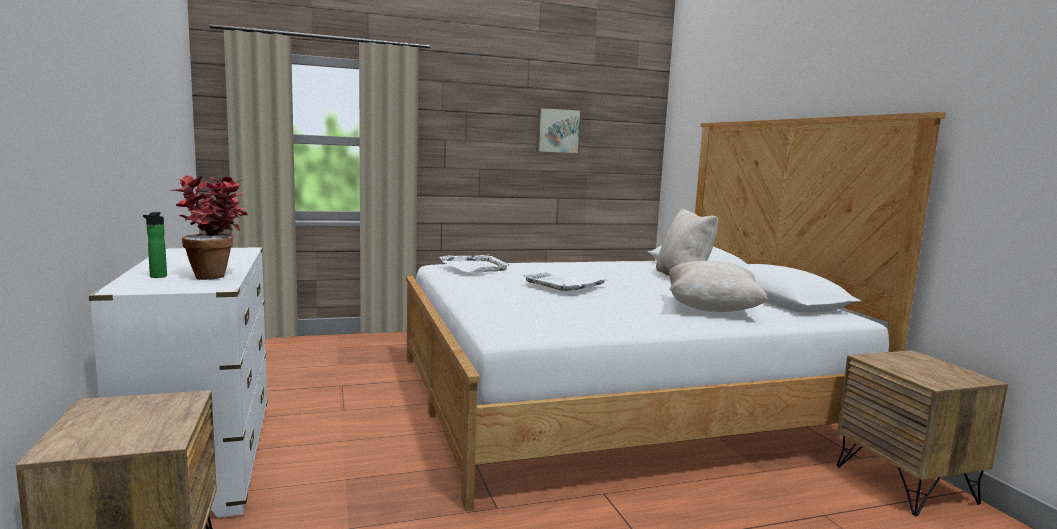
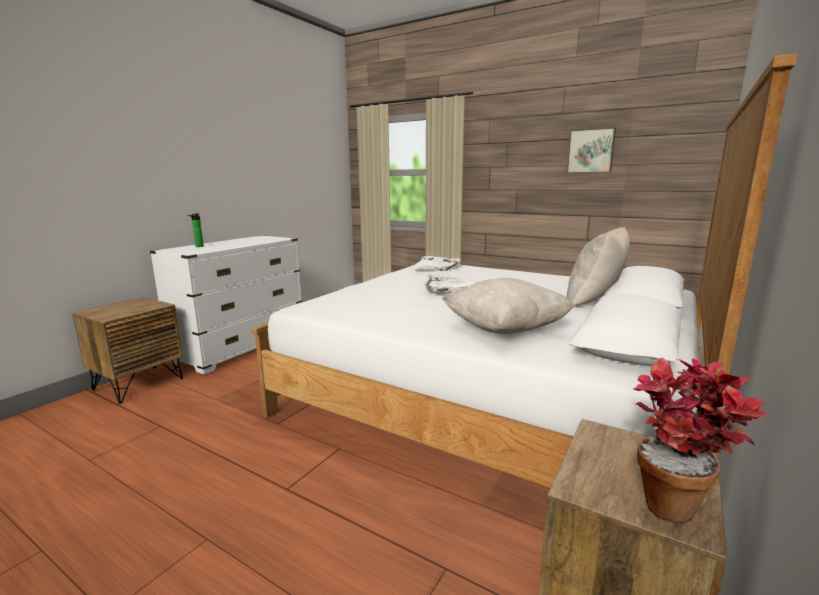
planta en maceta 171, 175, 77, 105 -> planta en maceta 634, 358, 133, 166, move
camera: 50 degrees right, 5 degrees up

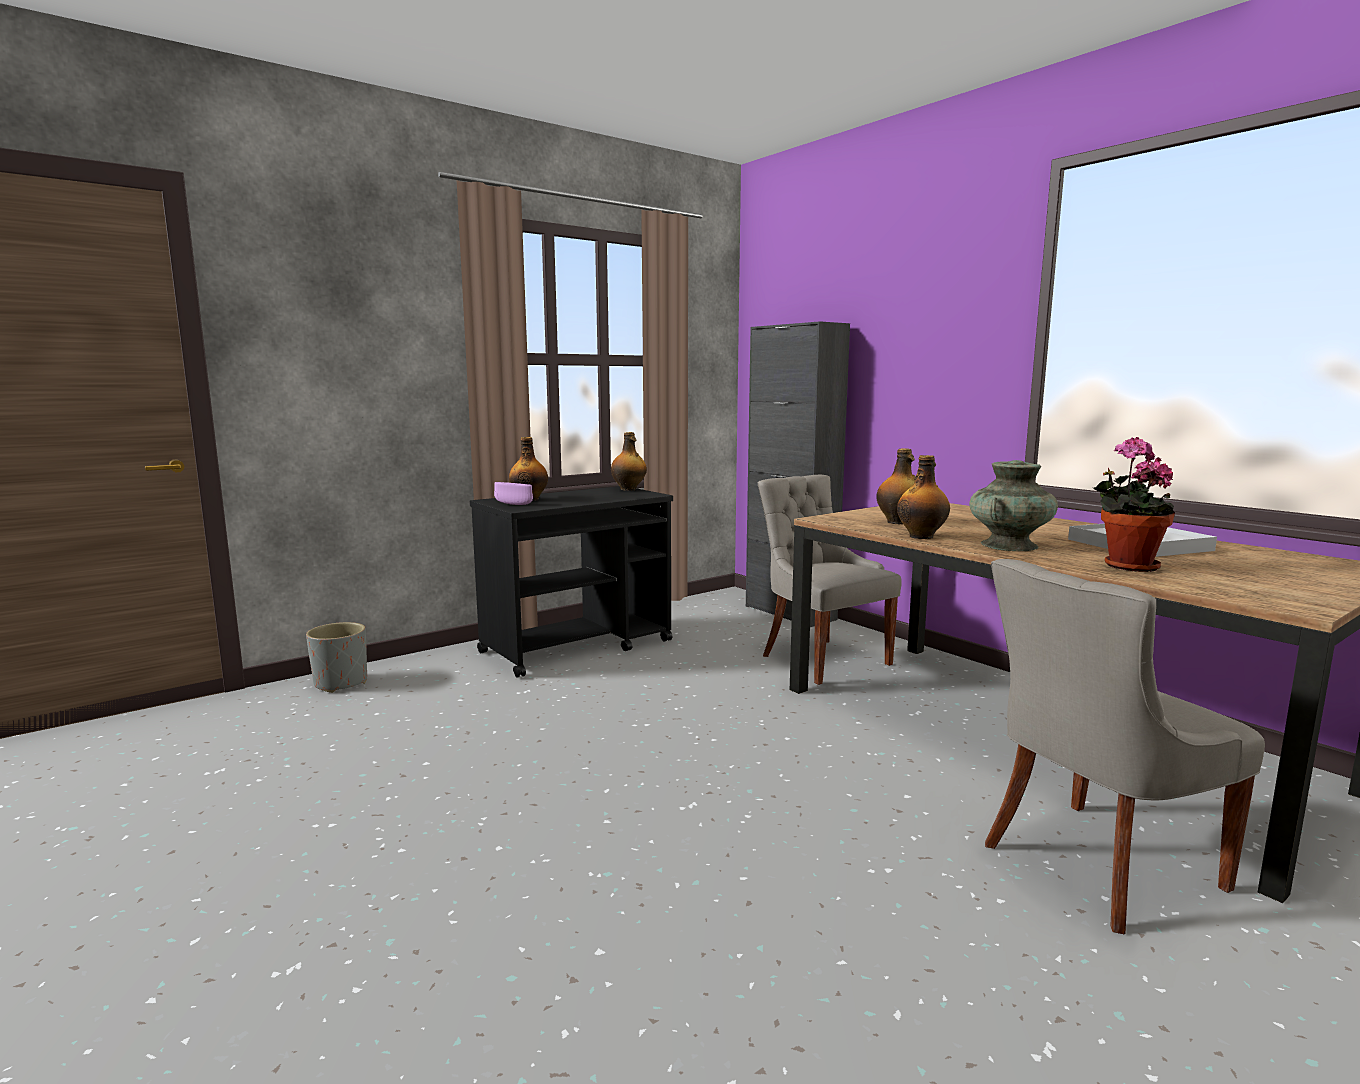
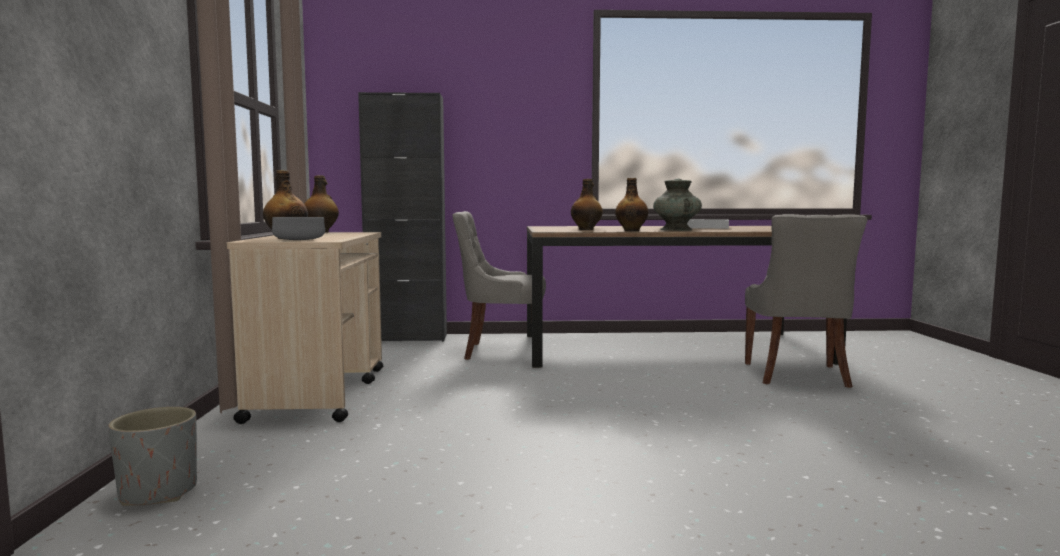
planta en maceta 1093, 437, 82, 135 -> none
cuenco [morado] 494, 482, 39, 23 -> cuenco [gris] 272, 217, 53, 23
carrito [negro] 470, 486, 203, 192 -> carrito [beis] 227, 232, 156, 192
camera: 55 degrees left, 5 degrees down

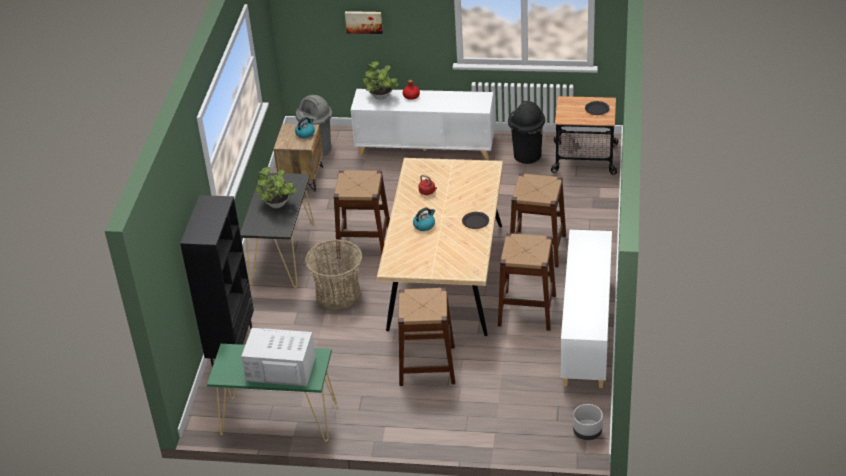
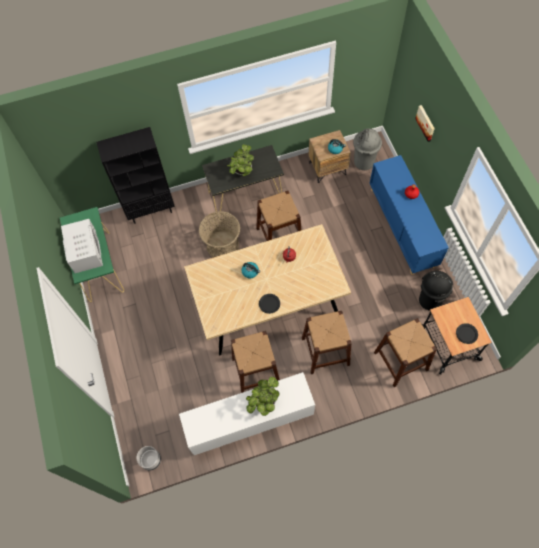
planta en maceta 363, 61, 35, 39 -> planta en maceta 246, 377, 34, 39, move
armario [blanco] 351, 89, 143, 70 -> armario [azul] 370, 155, 79, 120
taburete [marrón] 398, 288, 57, 98 -> taburete [marrón] 374, 318, 63, 69, move
camera: 65 degrees right, 25 degrees up

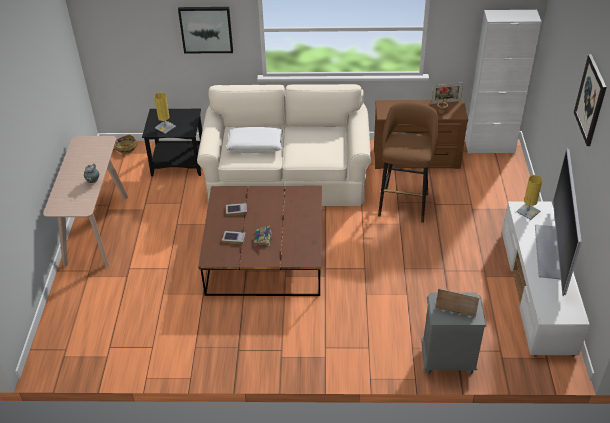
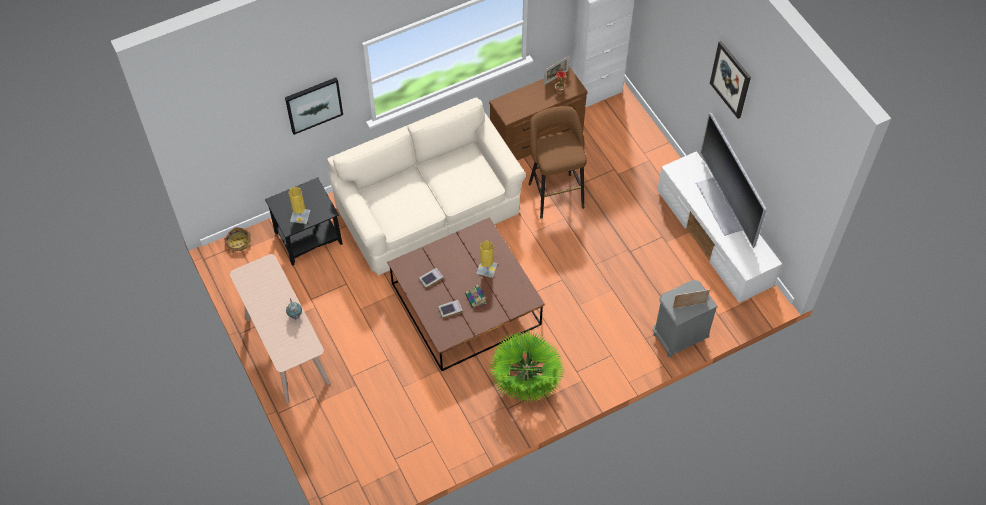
cojín [blanco] 225, 127, 58, 26 -> none
lámpara de mesa [amarillo] 516, 175, 27, 45 -> lámpara de mesa [amarillo] 476, 241, 21, 37, move
none -> planta en maceta 489, 331, 76, 71
camera: 30 degrees left, 15 degrees up

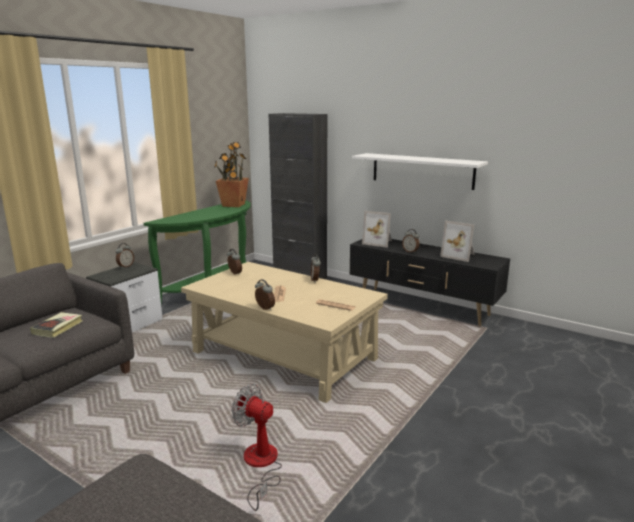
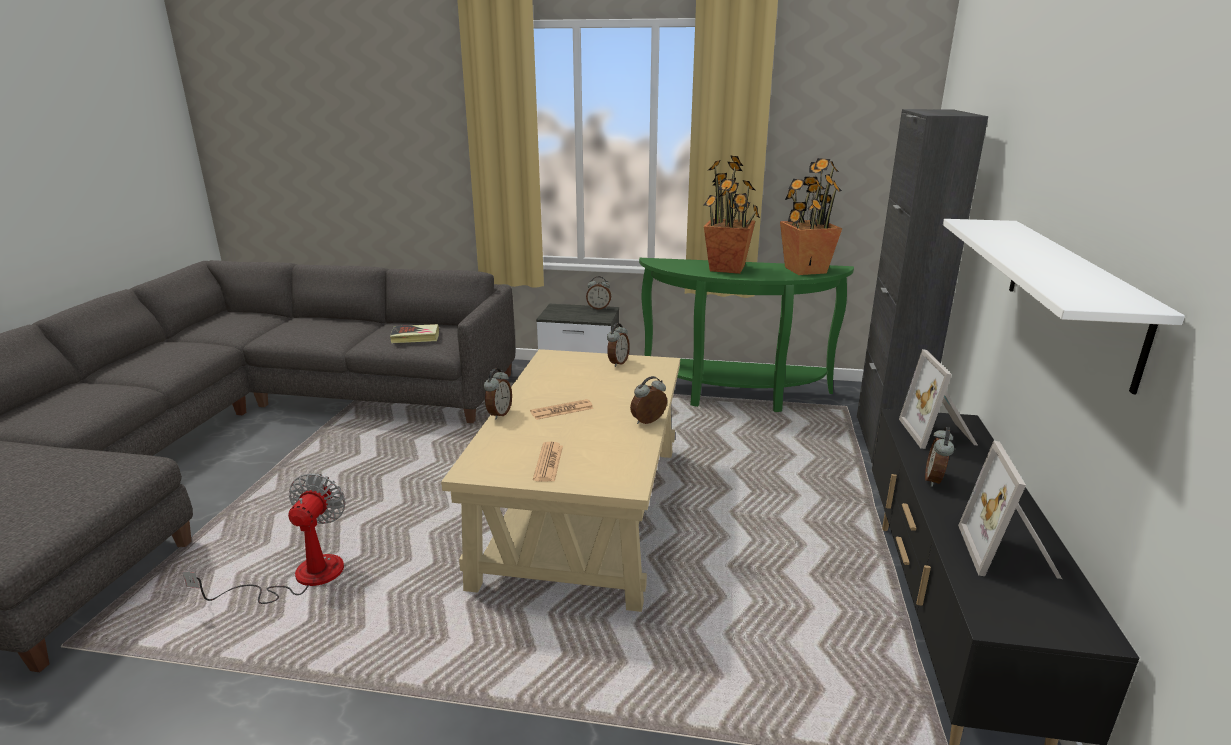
none -> planta en maceta 704, 155, 56, 119
camera: 65 degrees right, 5 degrees up

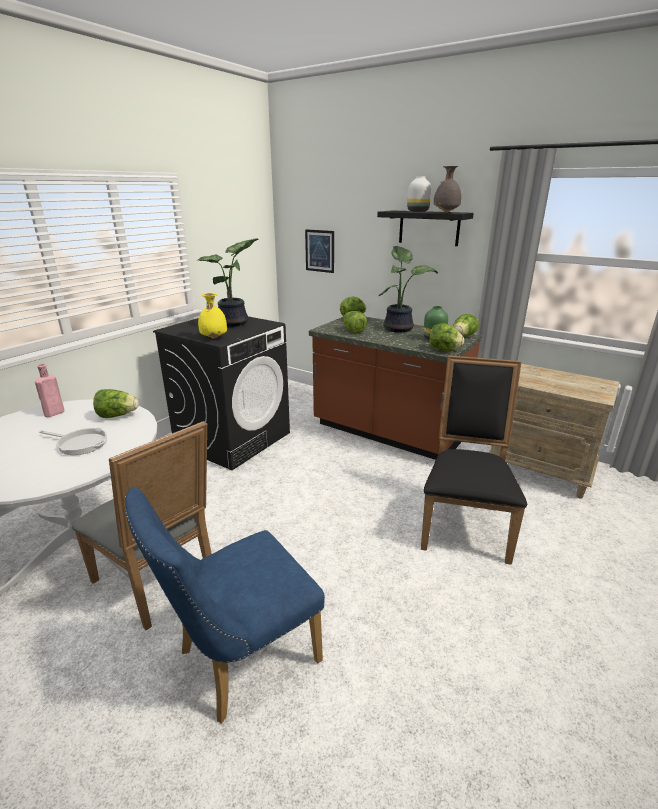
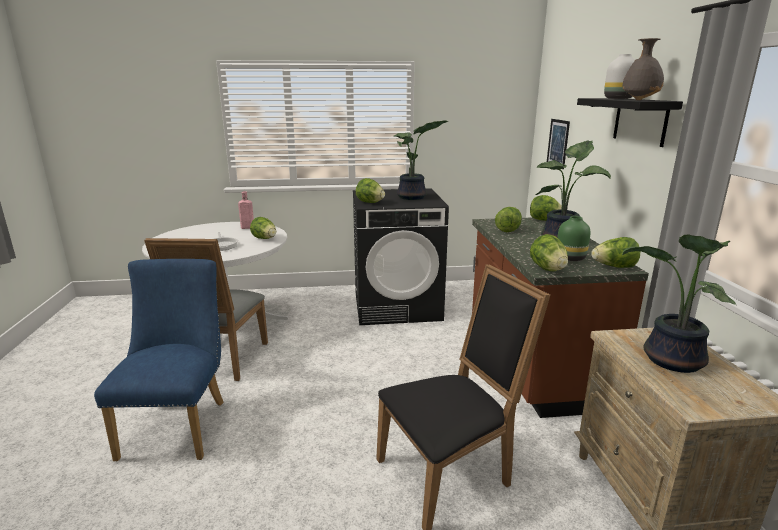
florero [amarillo] 198, 293, 29, 46 -> lechuga 355, 178, 30, 25
silla [azul] 125, 487, 200, 237 -> silla [azul] 94, 259, 130, 202, 75 degrees clockwise
none -> planta en maceta 622, 235, 114, 138
camera: 50 degrees right, 5 degrees down

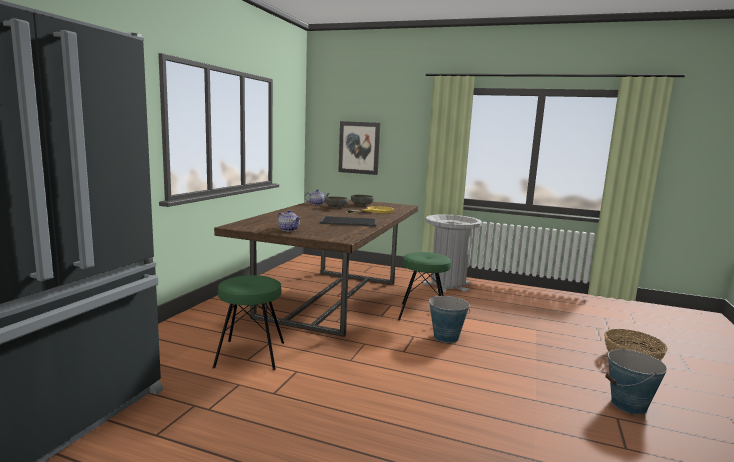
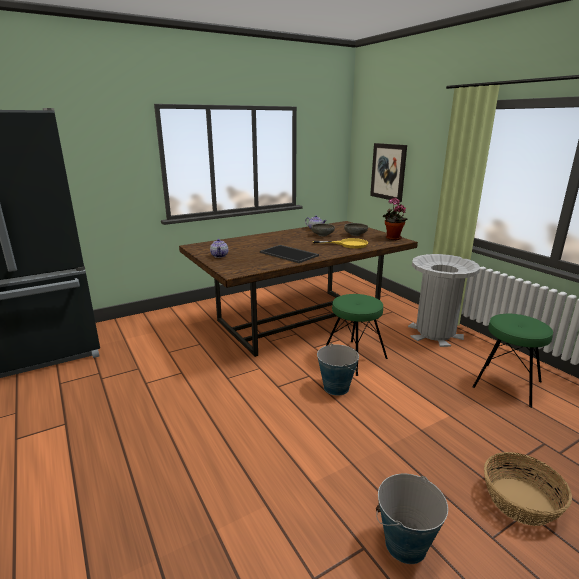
taburete [verde] 212, 275, 72, 95 -> taburete [verde] 472, 314, 81, 94, move
none -> planta en maceta 383, 198, 25, 42
camera: 40 degrees right, 10 degrees up

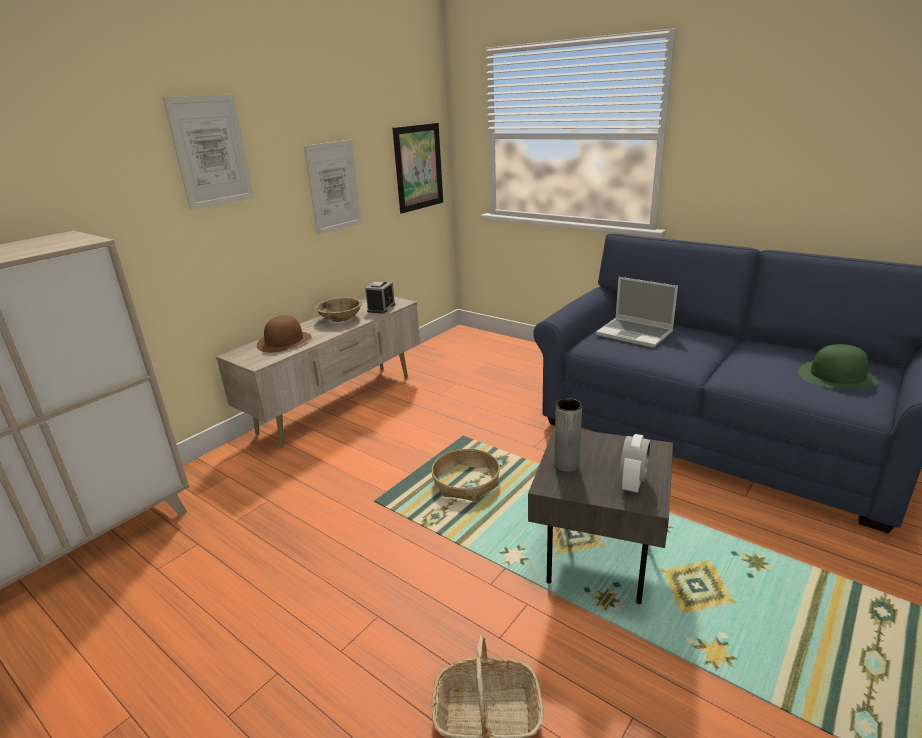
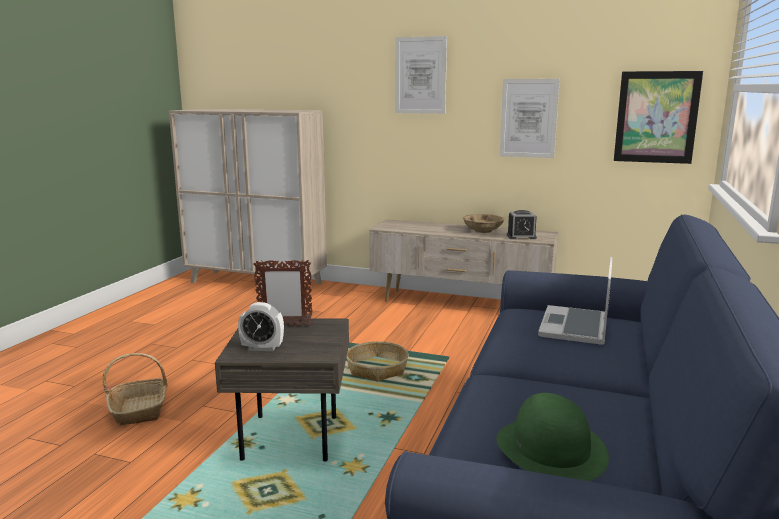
sombrero [marrón] 257, 315, 55, 38 -> none
florero [gris] 554, 398, 28, 74 -> portarretratos 253, 259, 60, 67
camera: 70 degrees right, 10 degrees down

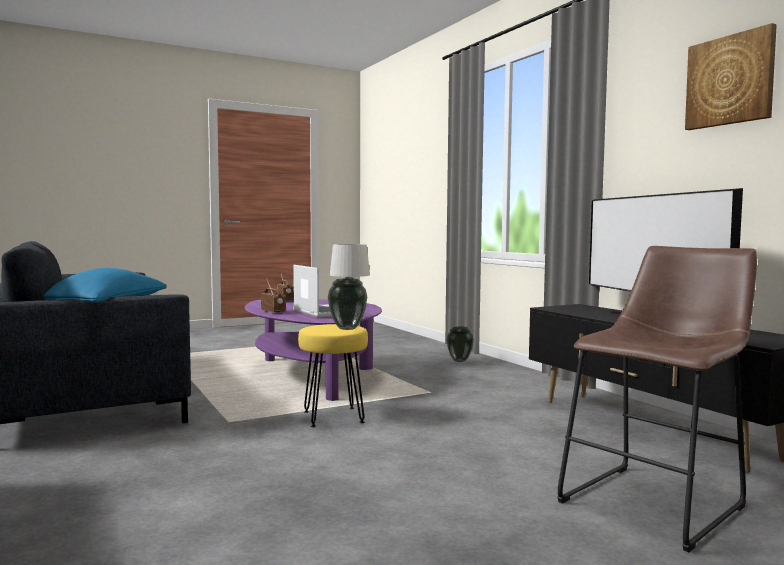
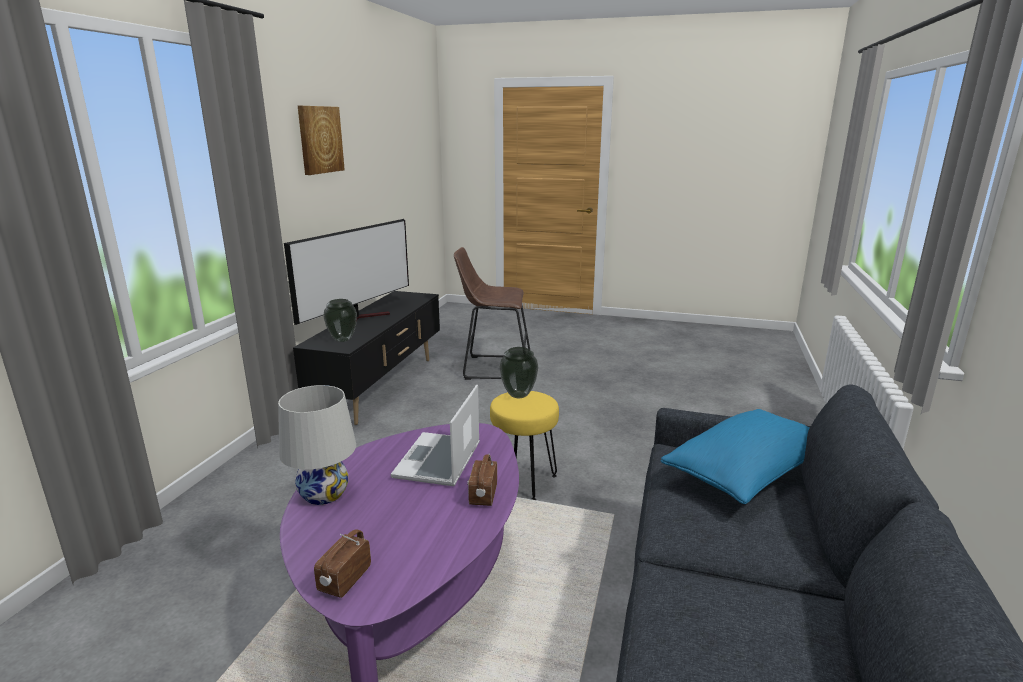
florero 447, 326, 27, 36 -> florero 323, 299, 34, 43, move
camera: 135 degrees left, 15 degrees up

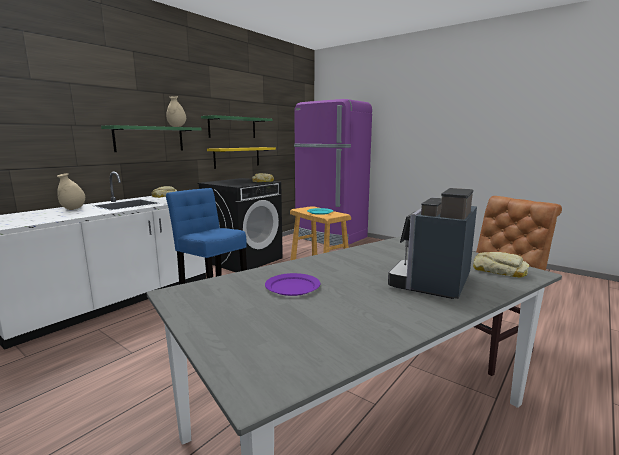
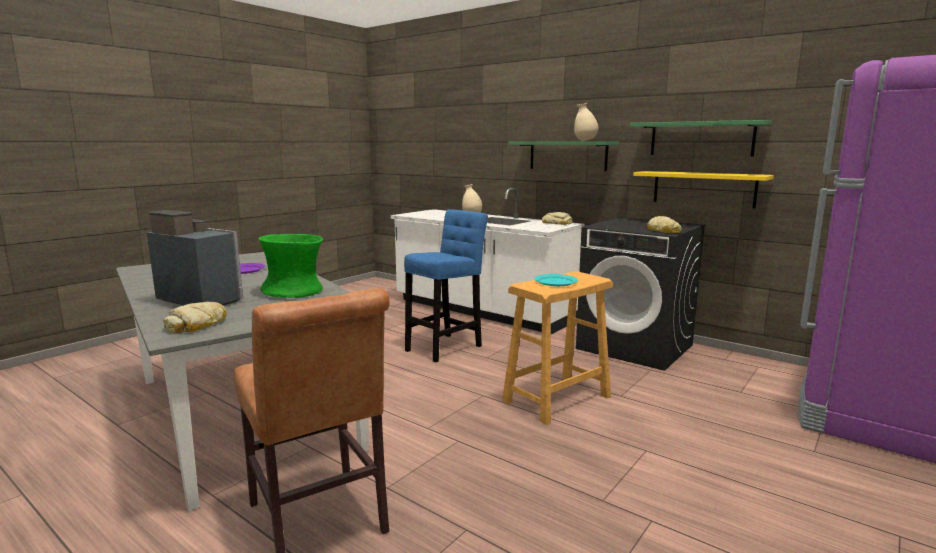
none -> florero [verde] 259, 234, 64, 64
camera: 90 degrees right, 0 degrees up

